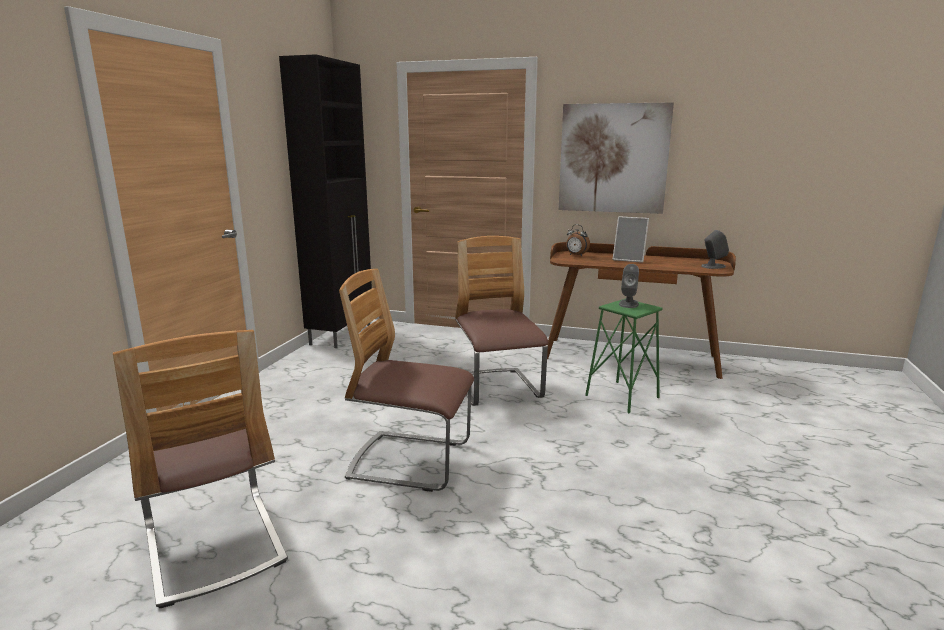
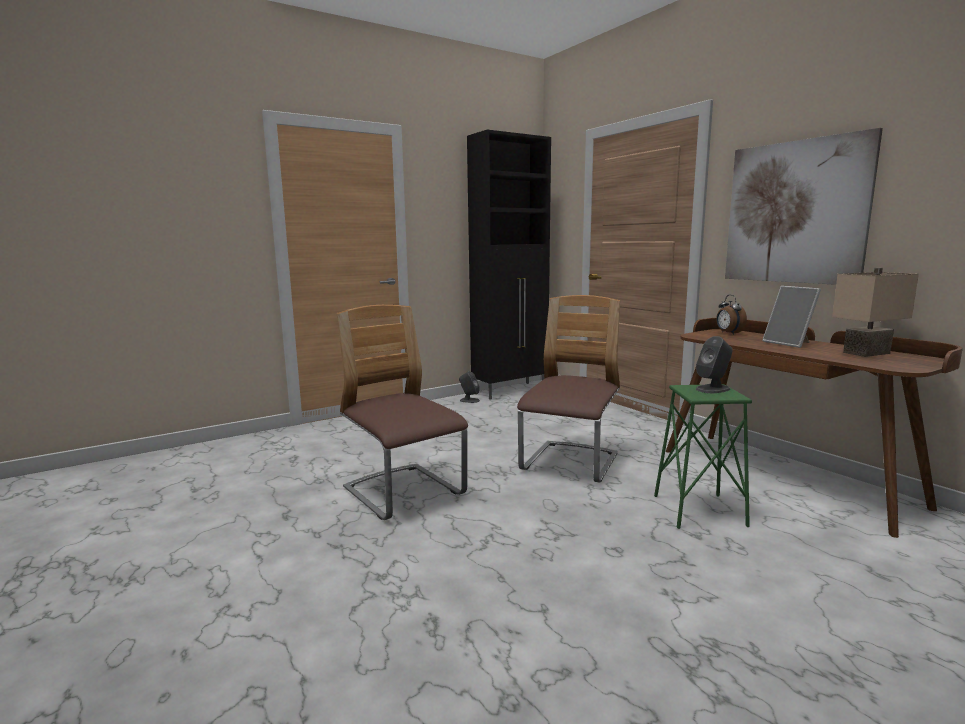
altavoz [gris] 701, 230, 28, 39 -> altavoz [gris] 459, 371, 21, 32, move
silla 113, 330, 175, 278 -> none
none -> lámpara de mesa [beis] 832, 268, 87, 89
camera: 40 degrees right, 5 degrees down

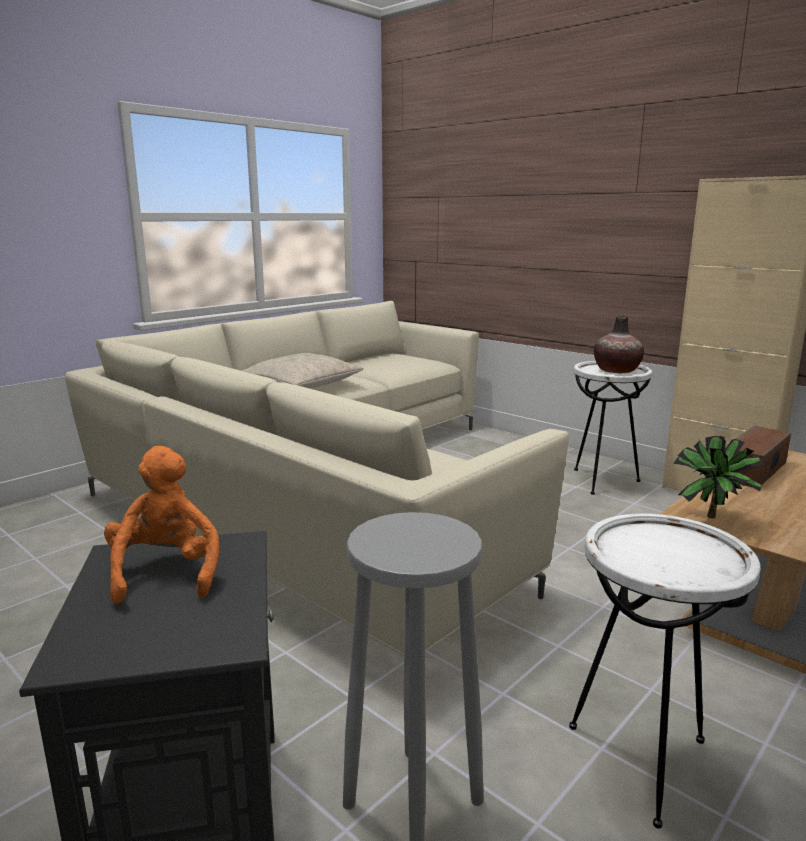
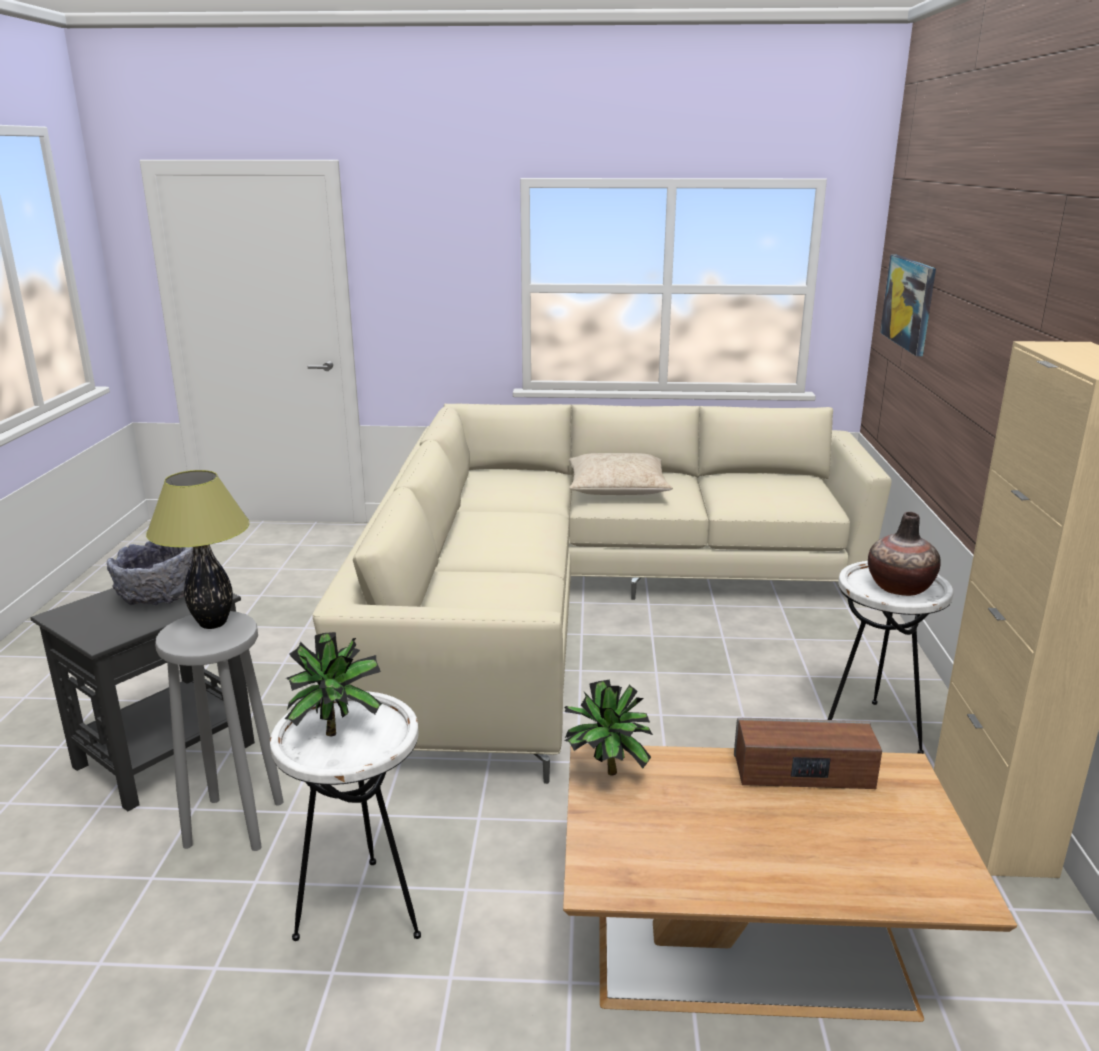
peluche [naranja] 104, 446, 115, 158 -> cuenco [gris] 107, 541, 86, 65
none -> cuadro 880, 255, 56, 101
none -> lámpara de mesa 146, 470, 104, 159
none -> planta en maceta 285, 632, 97, 104
camera: 50 degrees right, 5 degrees up

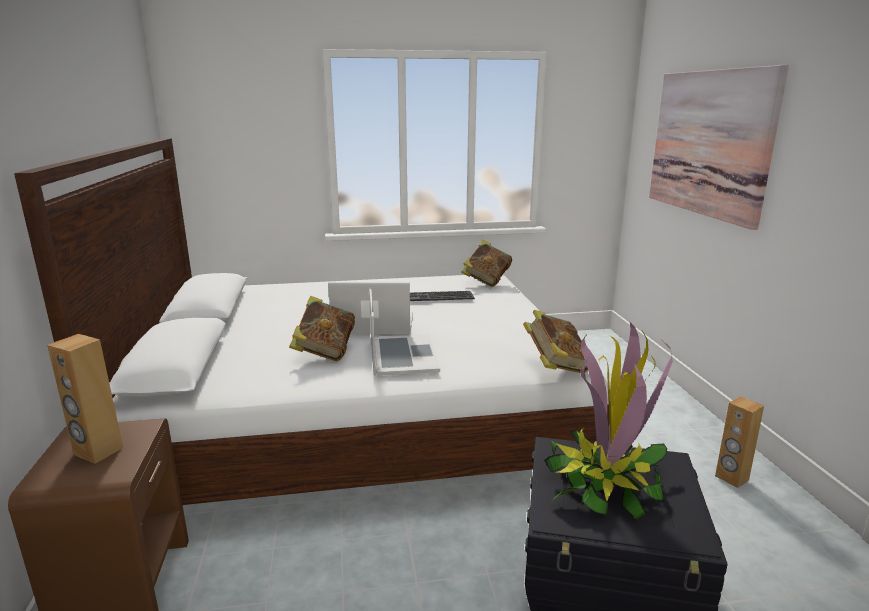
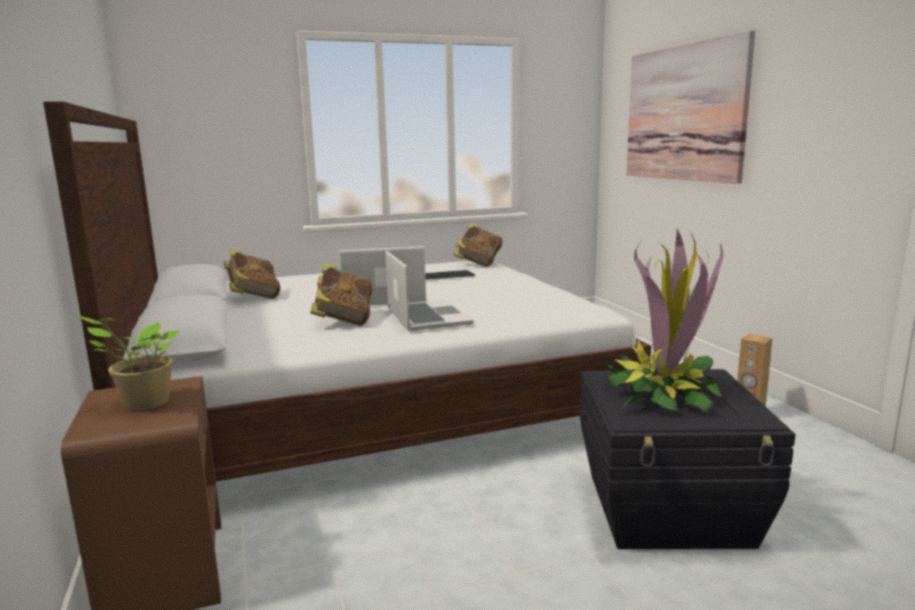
libro 523, 310, 65, 63 -> libro 224, 249, 56, 50, move
altavoz [marrón] 47, 334, 76, 130 -> planta en maceta 73, 315, 106, 96
camera: 10 degrees left, 5 degrees down

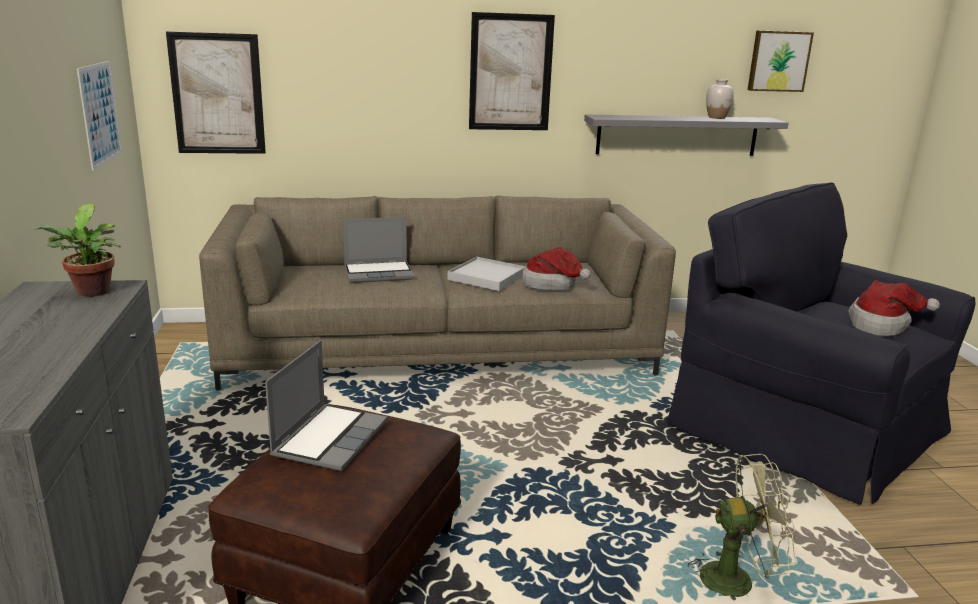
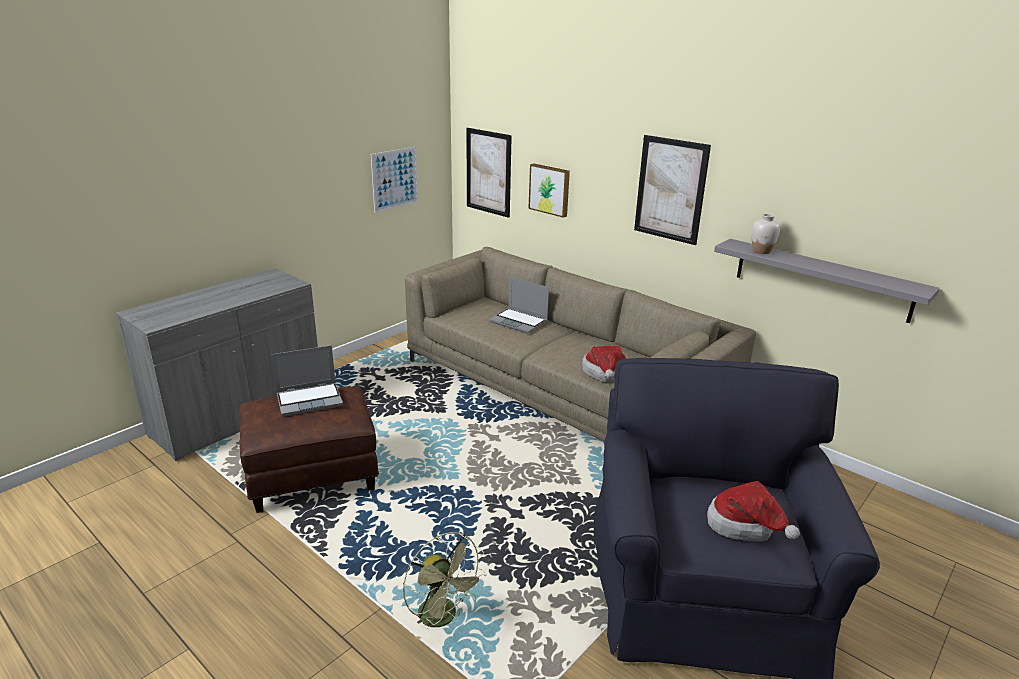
cuadro 748, 30, 66, 62 -> cuadro 528, 163, 42, 55, move
florero [blanco] 706, 79, 28, 40 -> florero [blanco] 752, 214, 28, 40, move
planta en maceta 34, 204, 87, 93 -> none
bandeja [blanco] 448, 257, 77, 34 -> none
camera: 50 degrees right, 5 degrees up

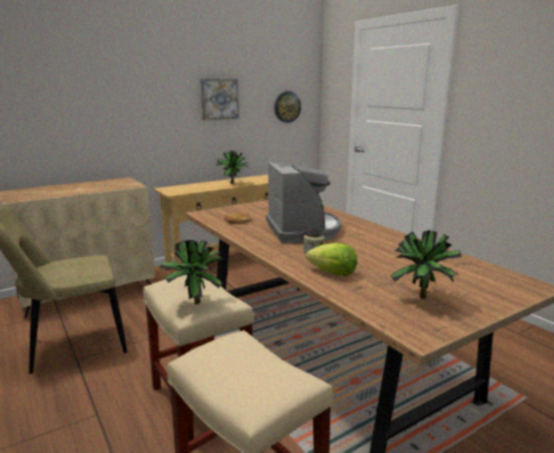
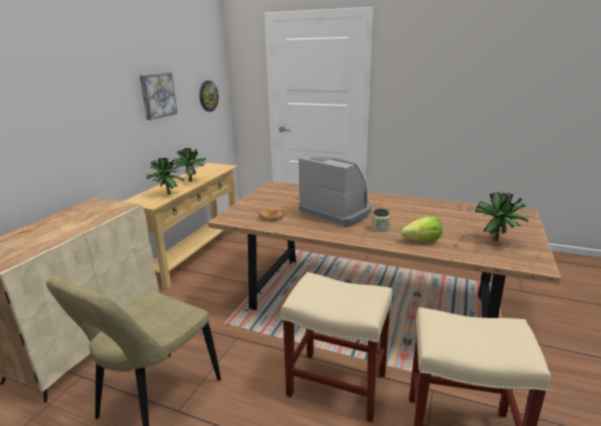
planta en maceta 159, 240, 65, 64 -> planta en maceta 146, 158, 38, 37, move
camera: 35 degrees left, 5 degrees up

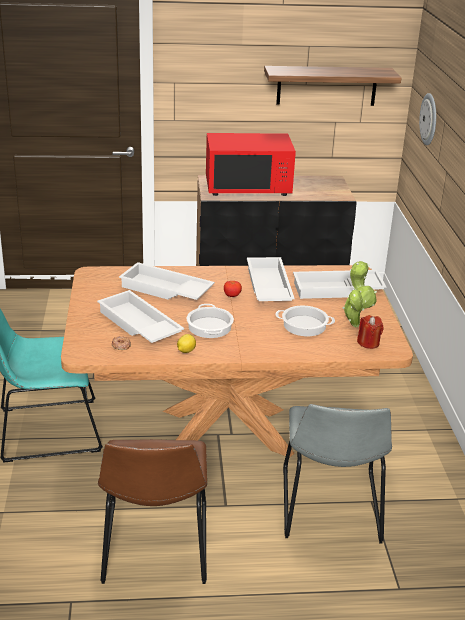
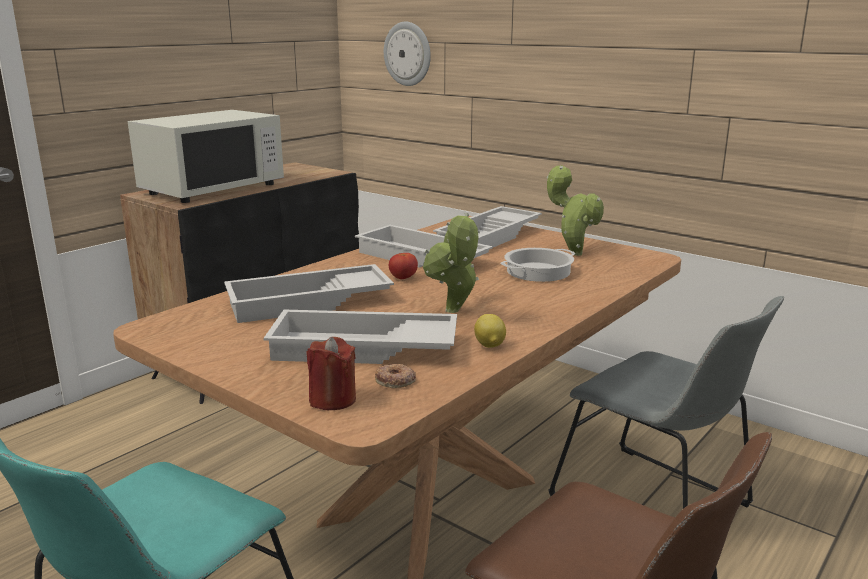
estante 264, 66, 137, 40 -> none
microondas [rojo] 206, 133, 90, 63 -> microondas [blanco] 128, 110, 156, 93
olla 187, 304, 47, 34 -> planta en maceta 423, 213, 57, 100
vela [rojo] 357, 315, 26, 34 -> vela [rojo] 306, 337, 50, 73, move
camera: 45 degrees left, 10 degrees down

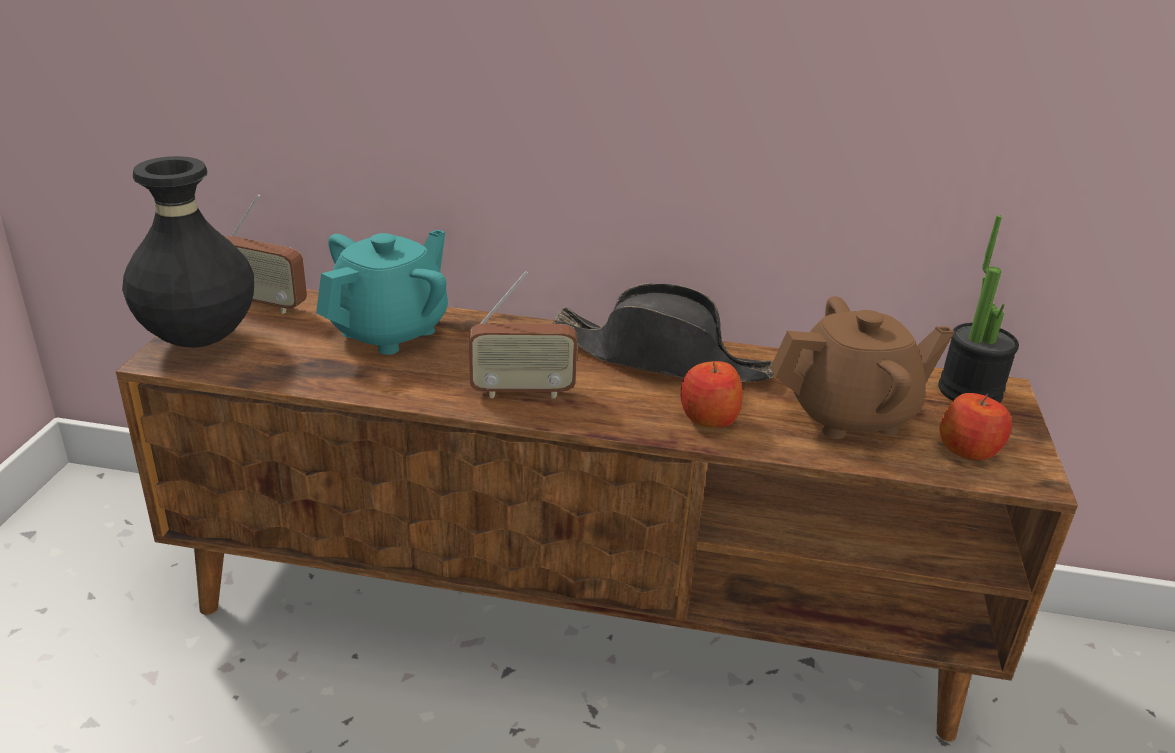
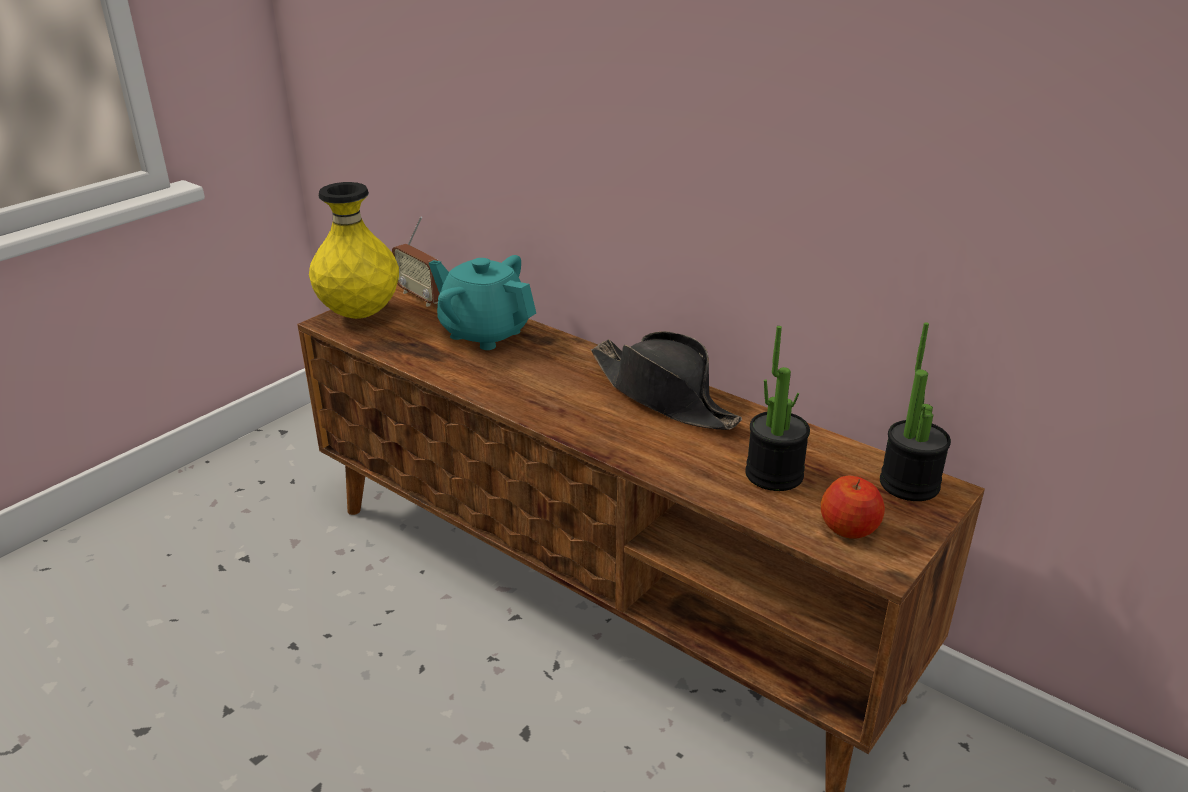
florero [negro] 122, 156, 132, 192 -> florero [amarillo] 309, 182, 90, 137
tetera [turquesa] 316, 230, 132, 125 -> tetera [turquesa] 429, 255, 107, 95, 120 degrees counterclockwise
radio 469, 271, 108, 128 -> none
tetera [marrón] 770, 296, 184, 143 -> planta en maceta 745, 326, 65, 165
manzana 680, 361, 63, 67 -> none
camera: 30 degrees right, 0 degrees up

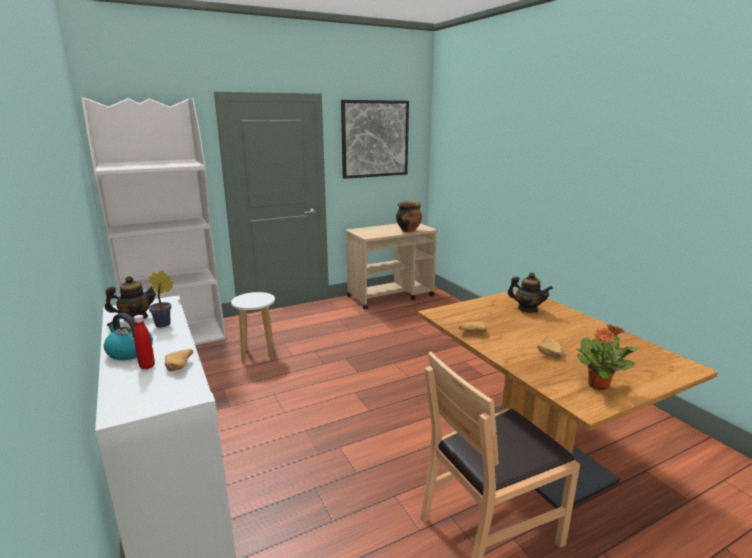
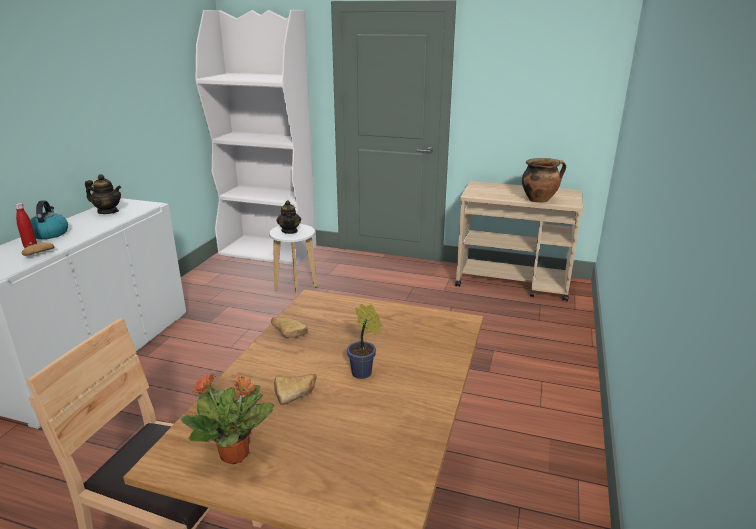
cuadro 341, 100, 68, 79 -> none
planta en maceta 149, 271, 24, 56 -> planta en maceta 347, 304, 36, 75, move
tetera 507, 273, 46, 40 -> tetera 277, 200, 24, 34, move
camera: 45 degrees right, 5 degrees up

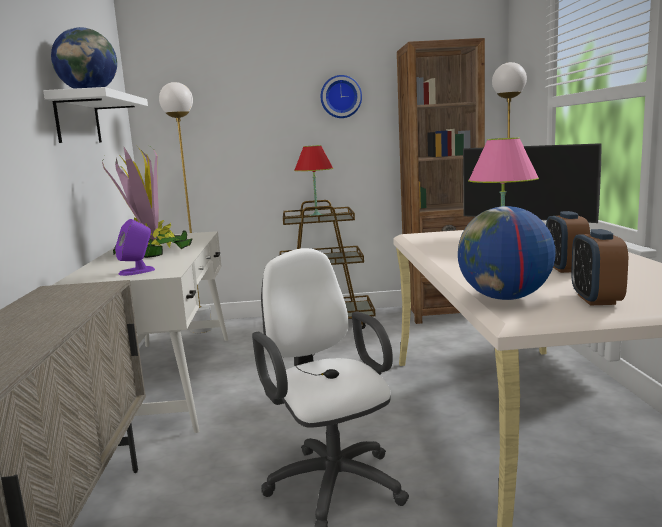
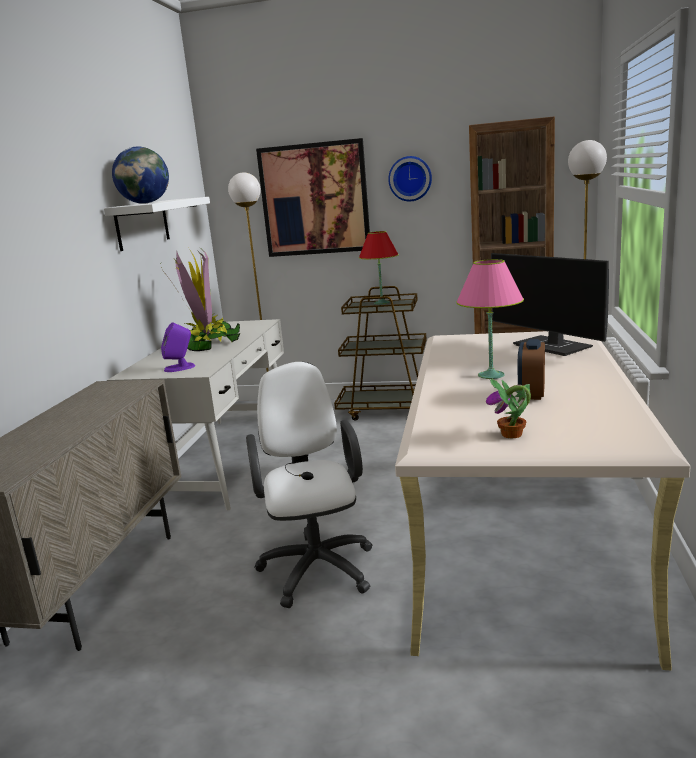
globo terráqueo 458, 206, 98, 94 -> none
despertador 571, 229, 57, 76 -> planta en maceta 486, 378, 45, 60
none -> cuadro 256, 138, 114, 119
camera: 15 degrees right, 5 degrees up

